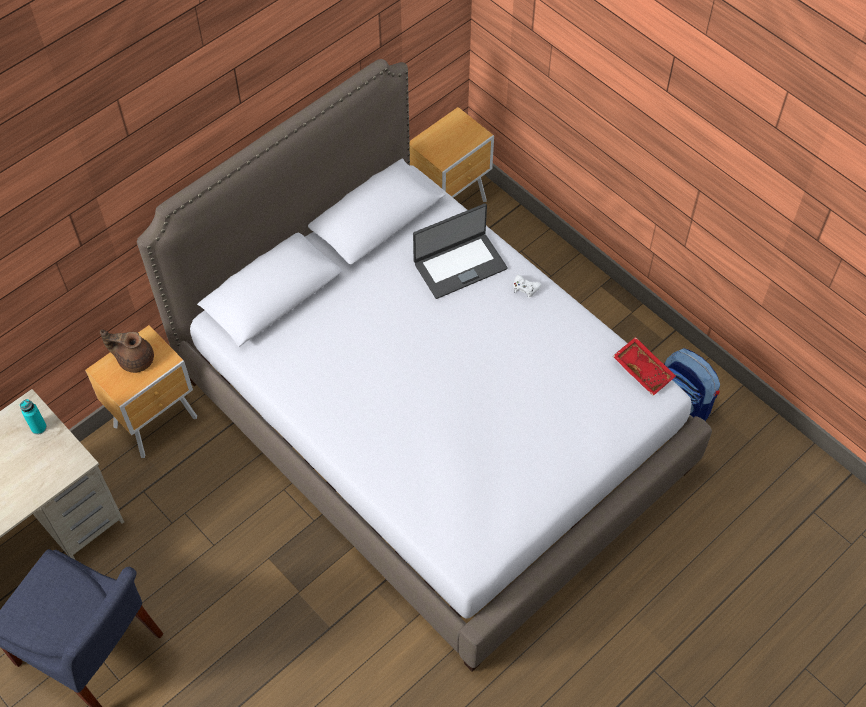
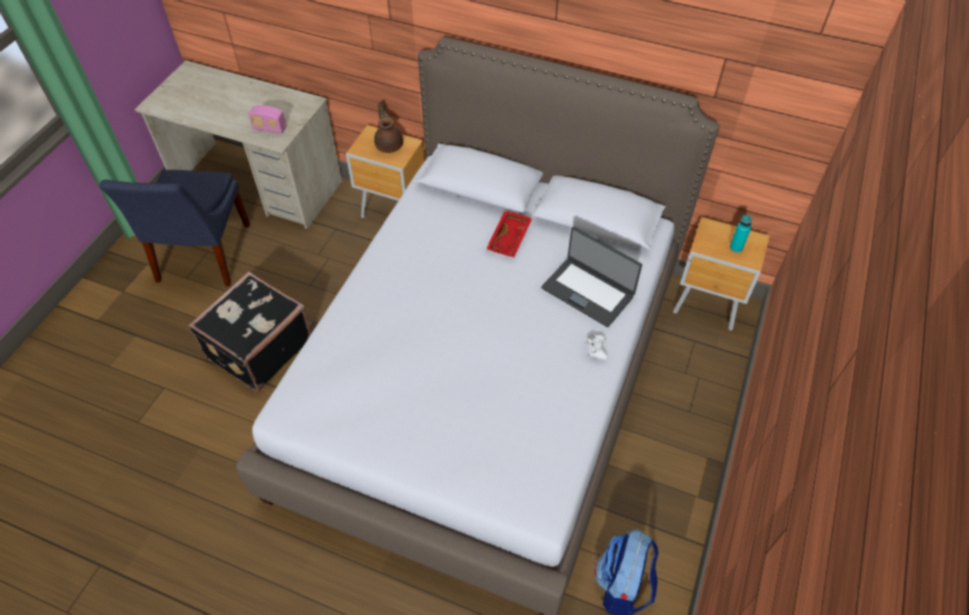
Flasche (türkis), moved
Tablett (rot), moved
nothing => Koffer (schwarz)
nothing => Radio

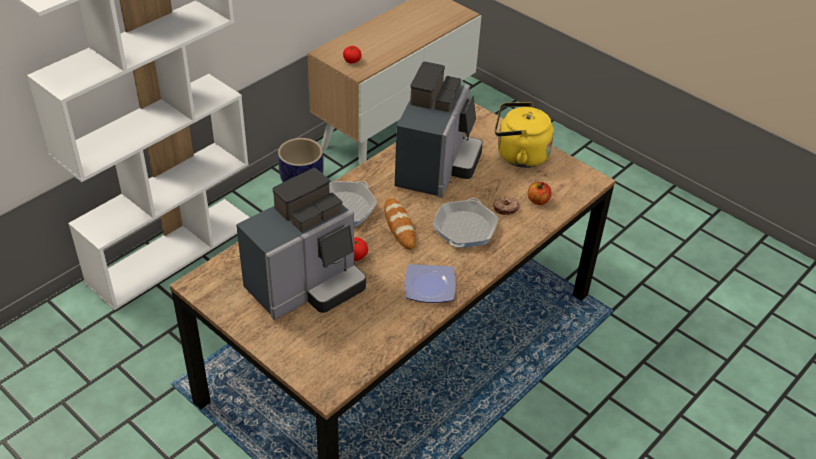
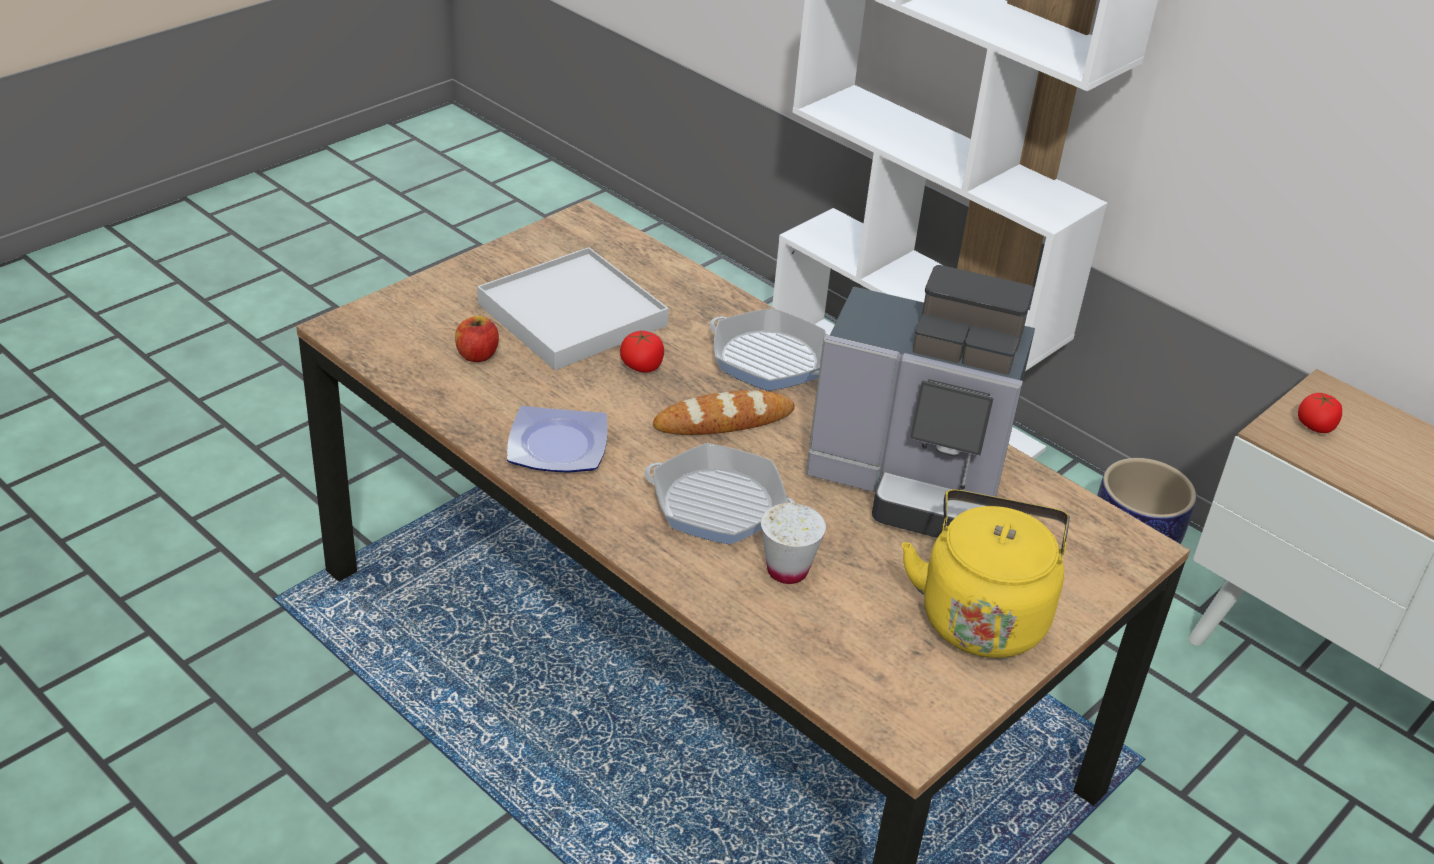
Kaffeemaschine (1st from left) => Tablett (weiß)
Donut => Tasse (weiß)
Apfel, moved

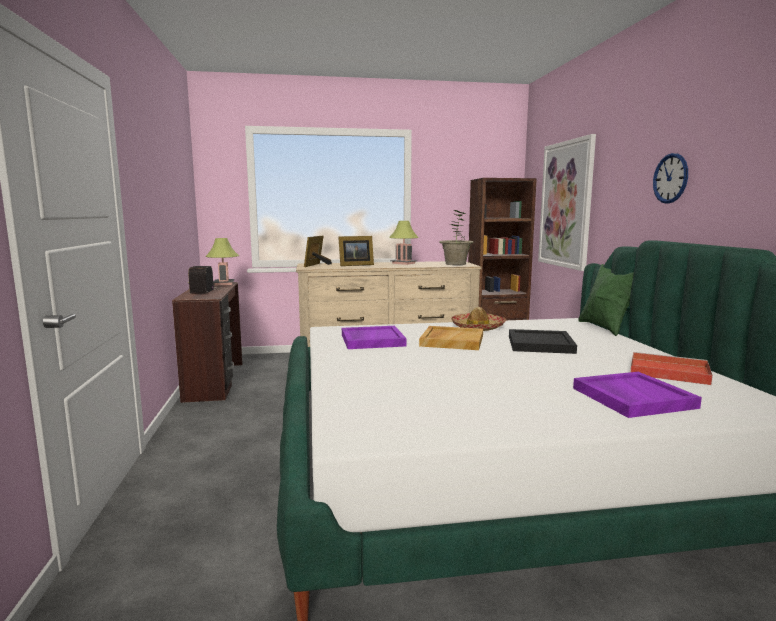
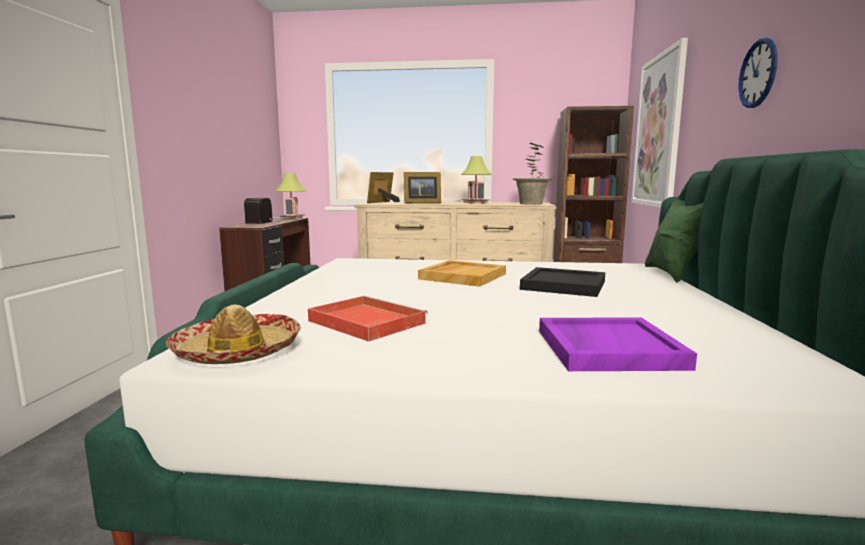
Tablett (lila) (1st from left) => nothing
Hut, moved
Tablett (rot), moved

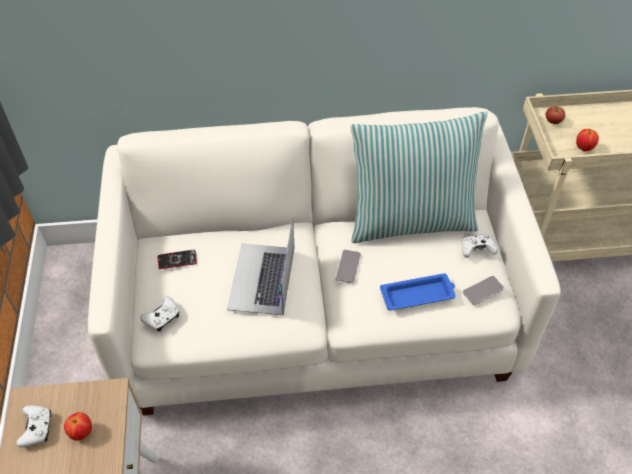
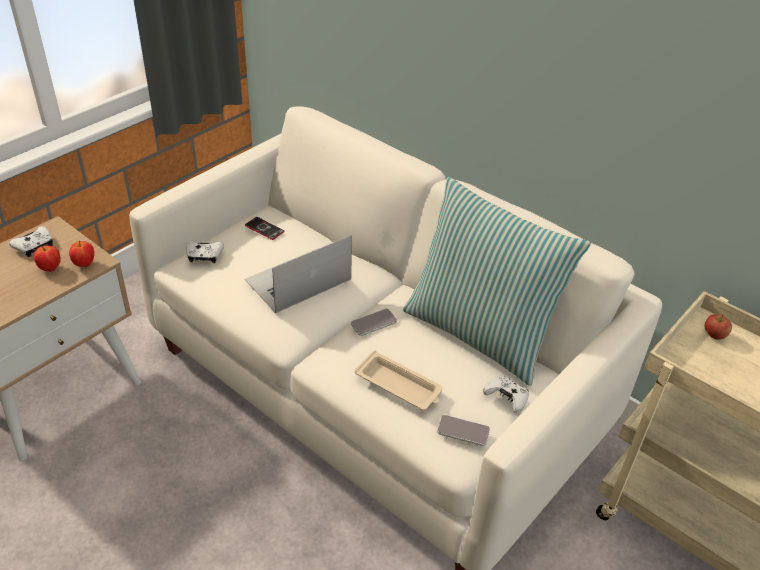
Tablett (blau) => Tablett (beige)
Apfel (3rd from left in the first image) => Apfel (2nd from left), moved

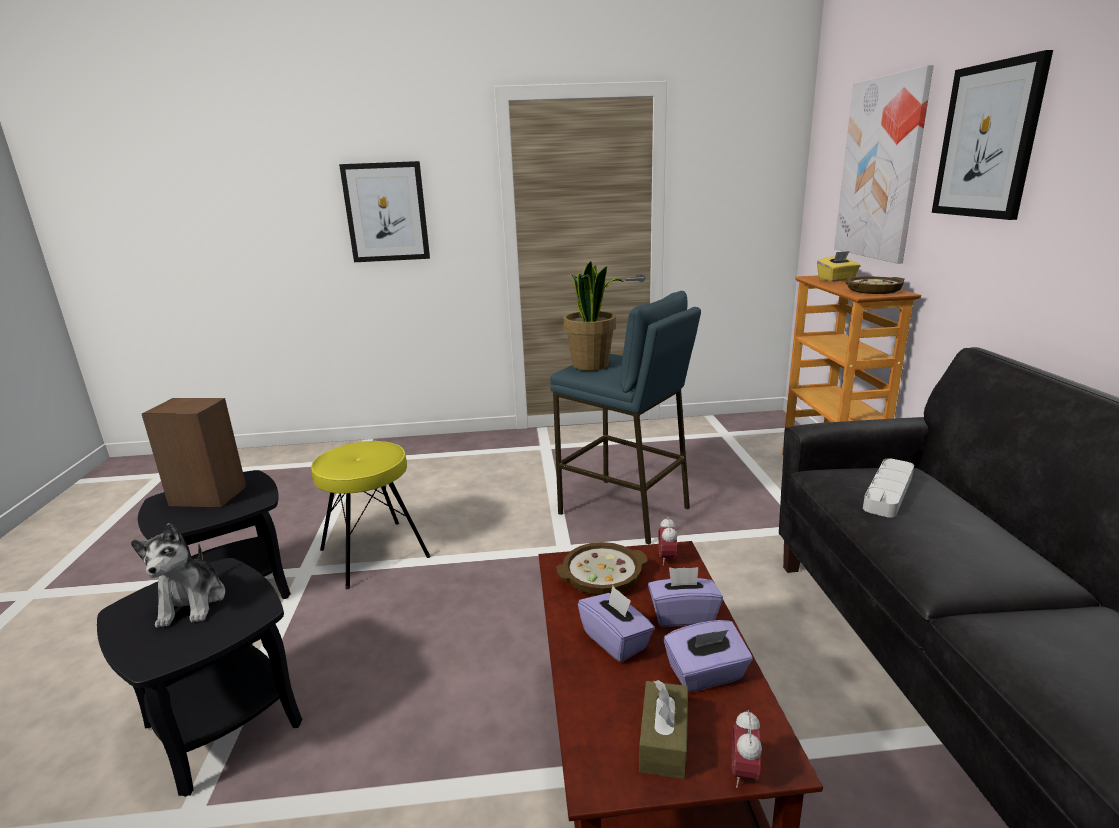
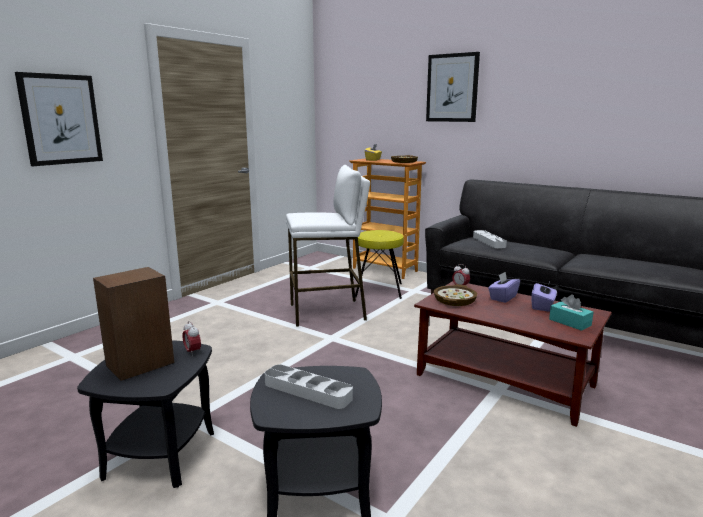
Plüschtier => Tablett (grau) (1st from left)
Hocker (gelb), moved
Hocker (blau) => Hocker (weiß)
Topfpflanze => nothing
Taschentuchbox (lila) (1st from left) => nothing
Taschentuchbox (braun) => Taschentuchbox (türkis)
Wecker (2nd from left in the first image) => Wecker (1st from left), moved
Bild (2nd from left) => nothing

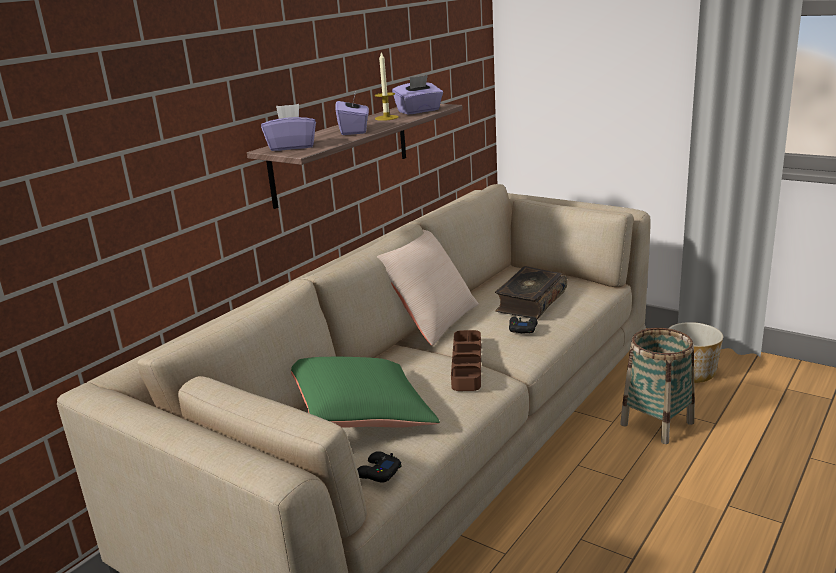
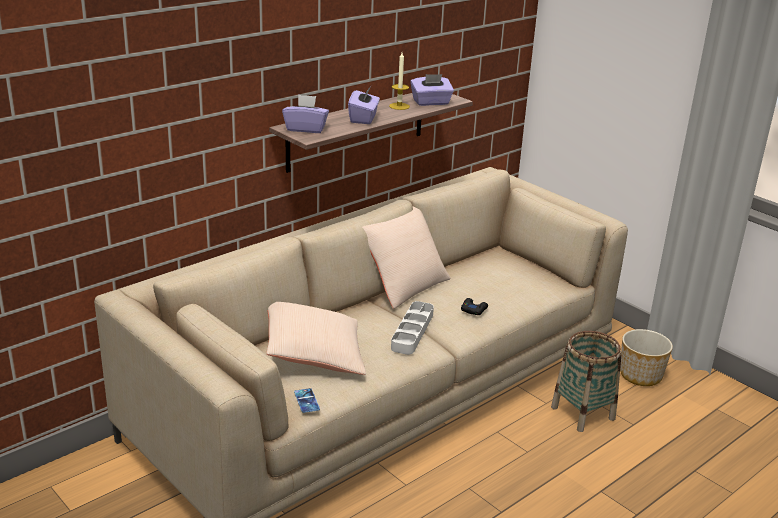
Kissen (grün) => Kissen (beige) (1st from left)
Gamepad (schwarz) (1st from left) => Handy
Tablett (braun) => Tablett (grau)
Buch => nothing

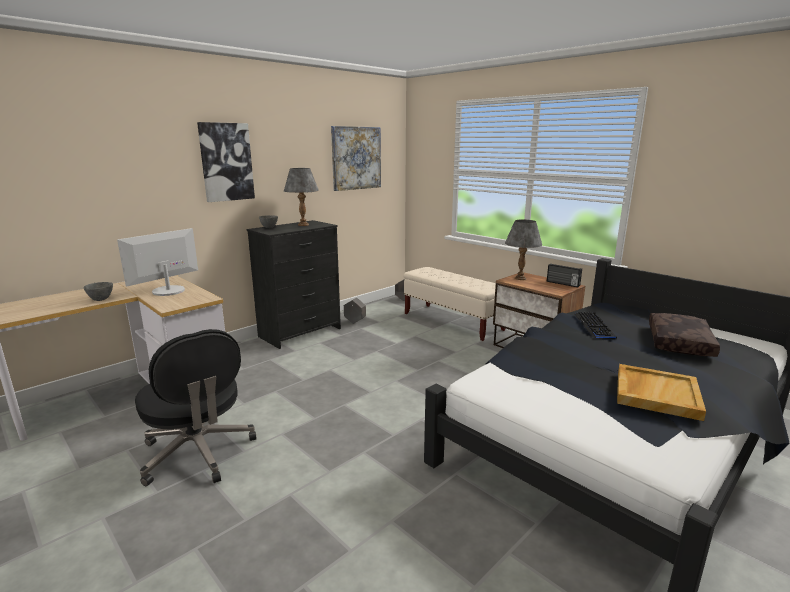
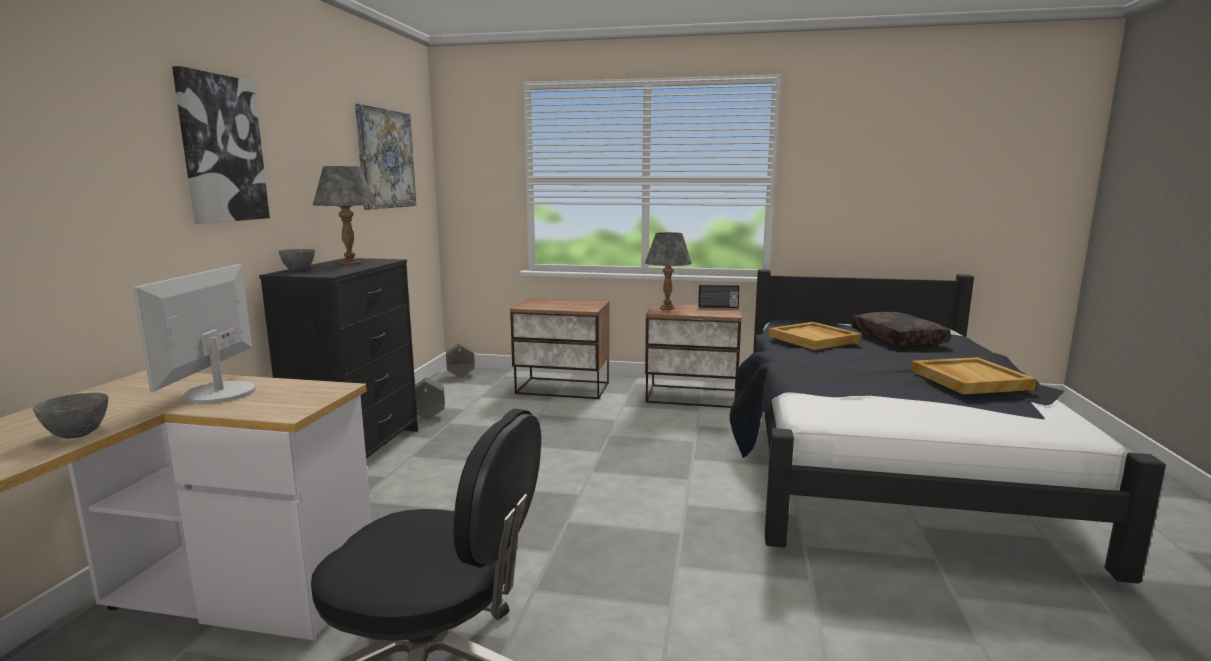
Bank (beige) => Nachttisch (1st from left)
Tastatur => Tablett (beige) (1st from left)

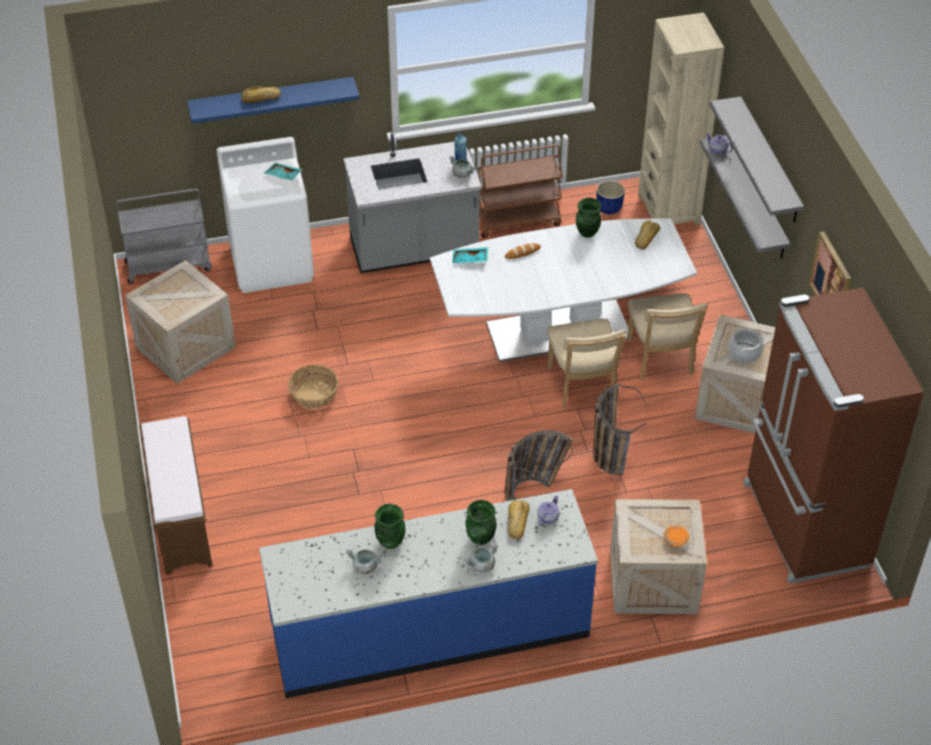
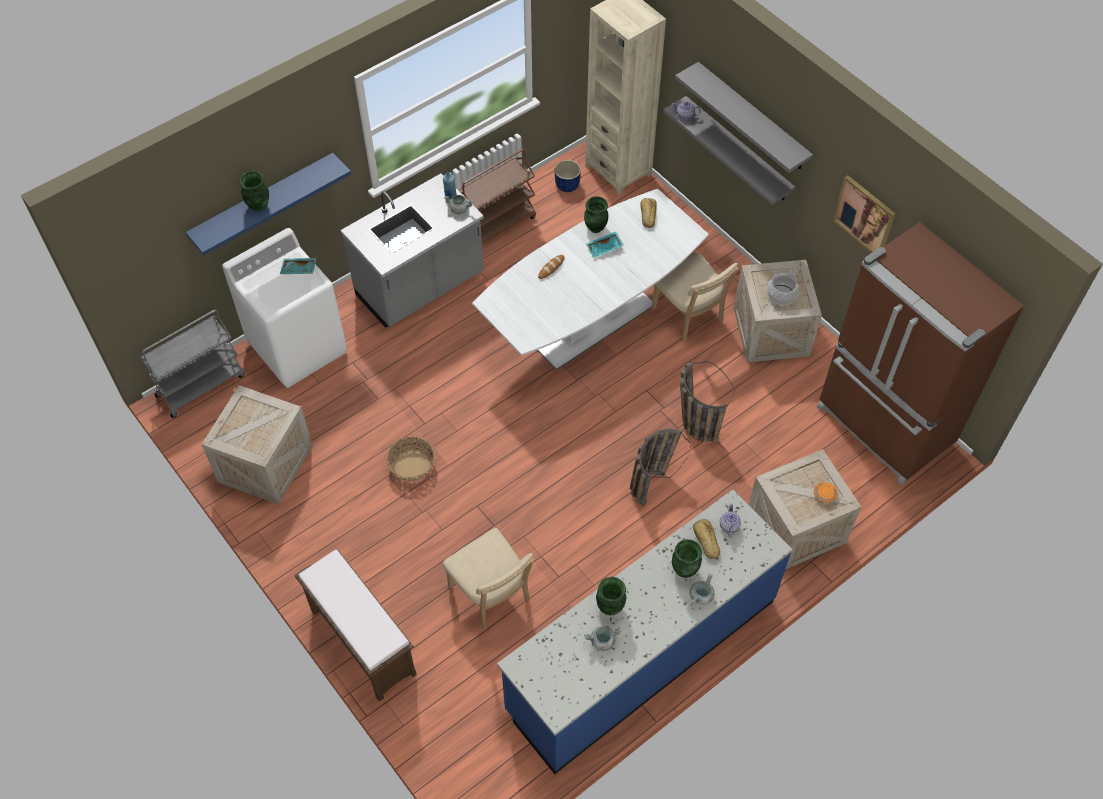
Brot (1st from left) => Vase (grün) (1st from left)
Tablett (türkis) (2nd from left), moved
Stuhl (beige) (1st from left), moved

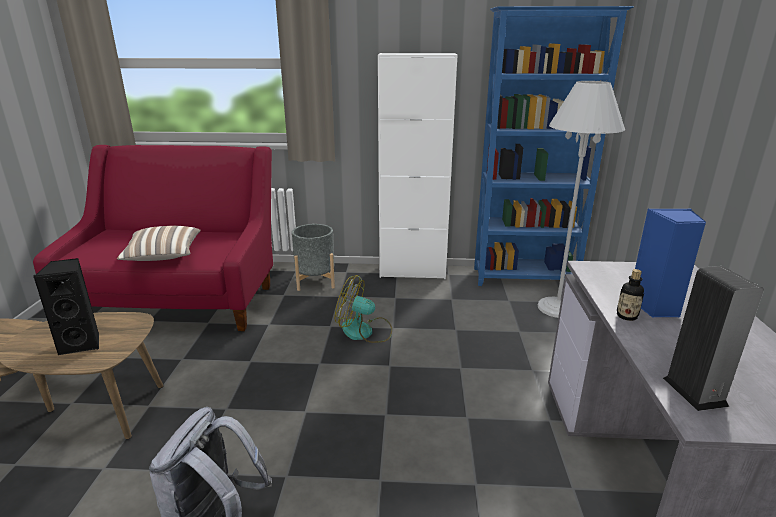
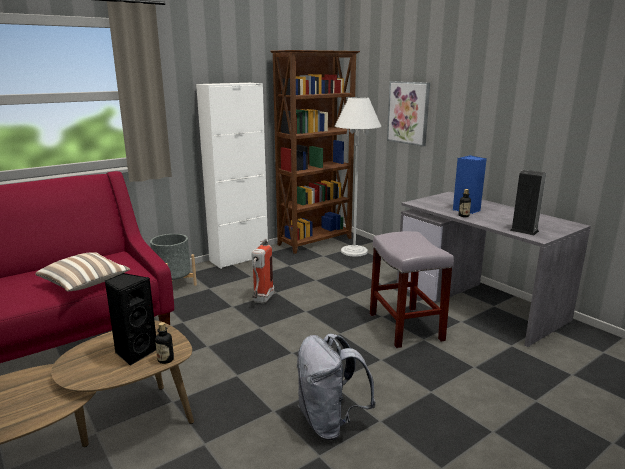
Ventilator => Feuerlöscher
Bücherregal (blau) => Bücherregal (braun)
nothing => Flasche (1st from left)
nothing => Hocker (grau)
nothing => Bild

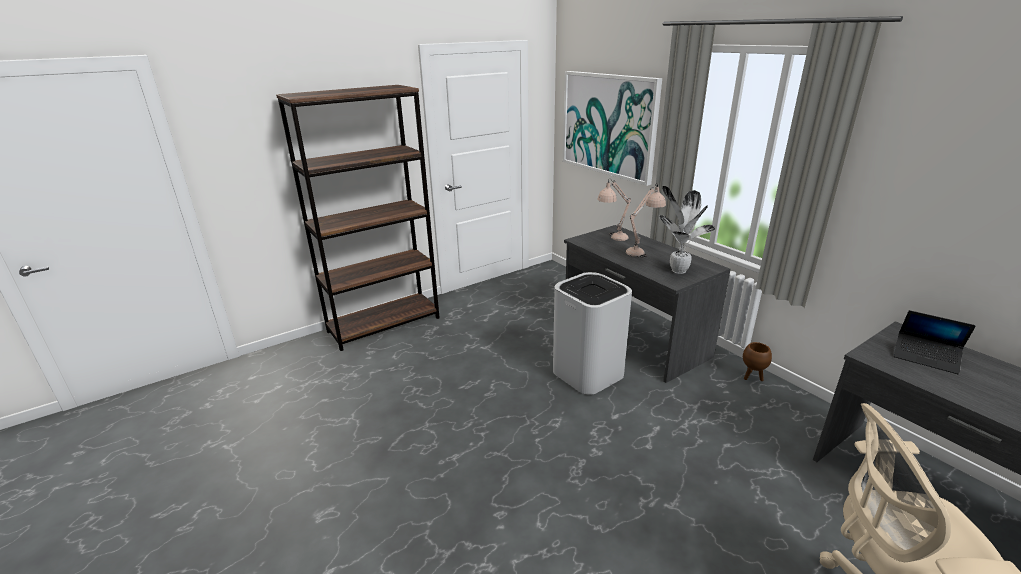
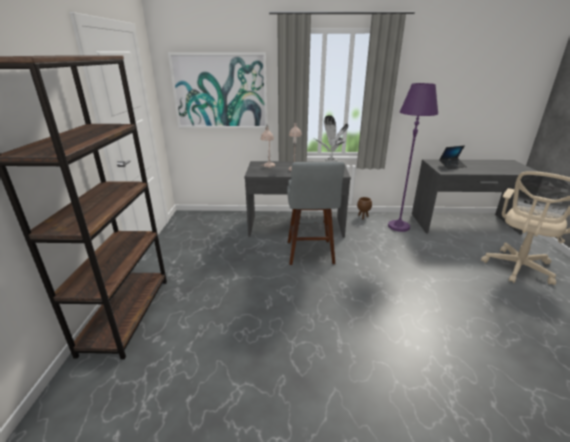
Mülleimer (weiß) => Hocker (grau)
nothing => Stehlampe (lila)

